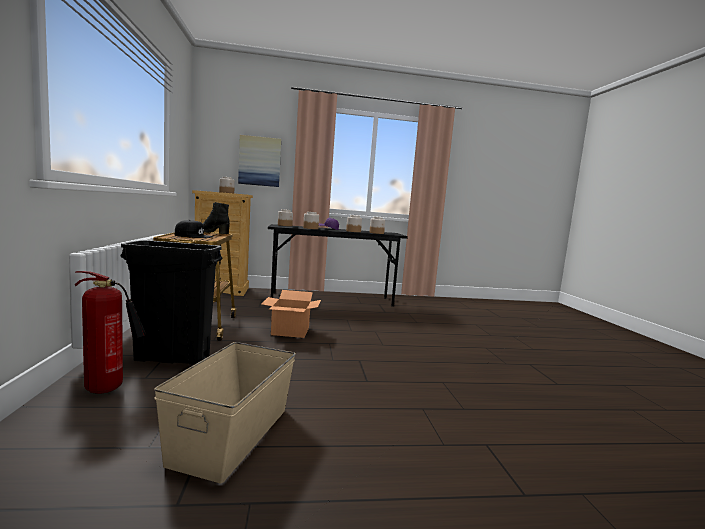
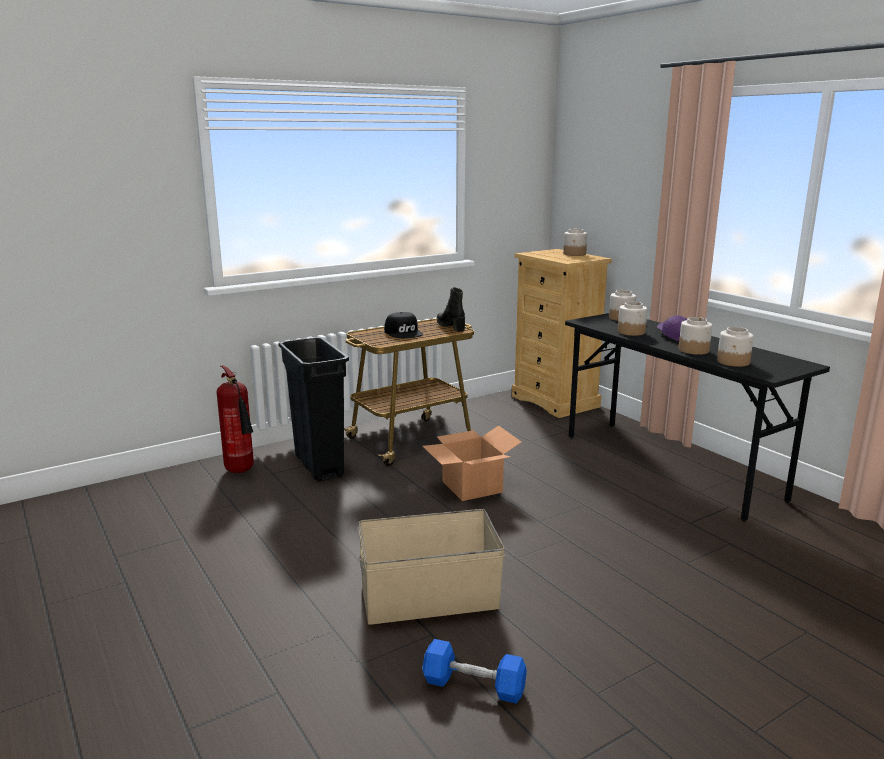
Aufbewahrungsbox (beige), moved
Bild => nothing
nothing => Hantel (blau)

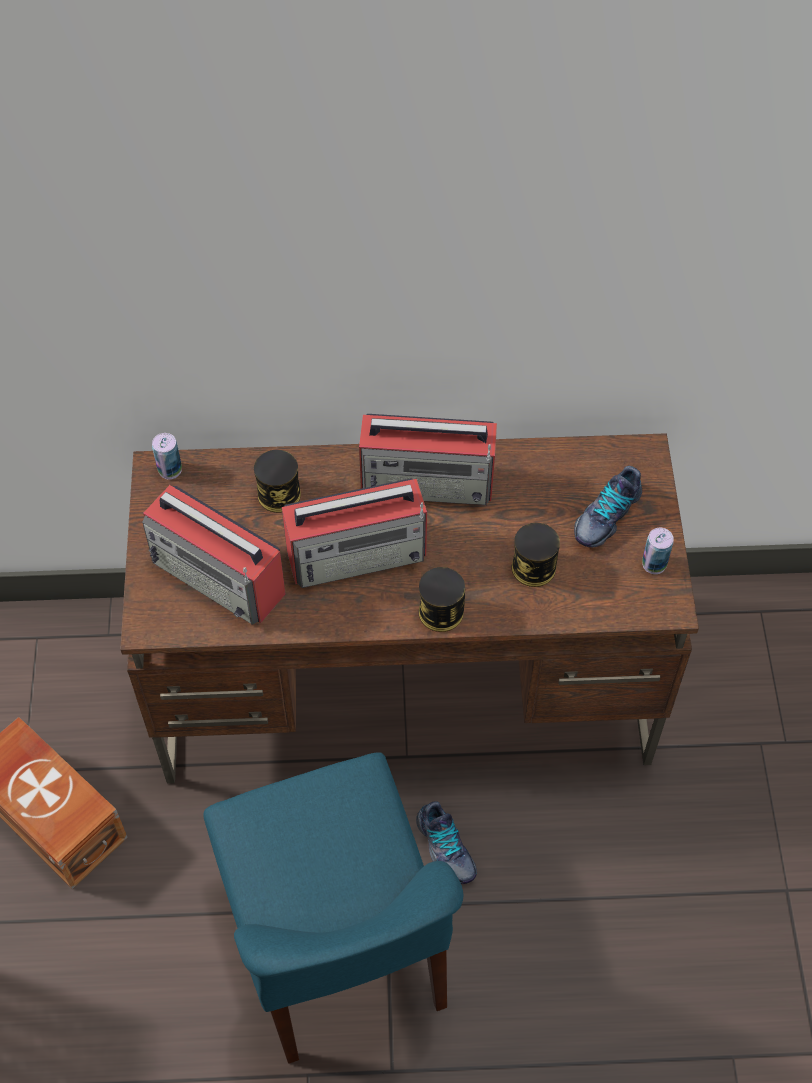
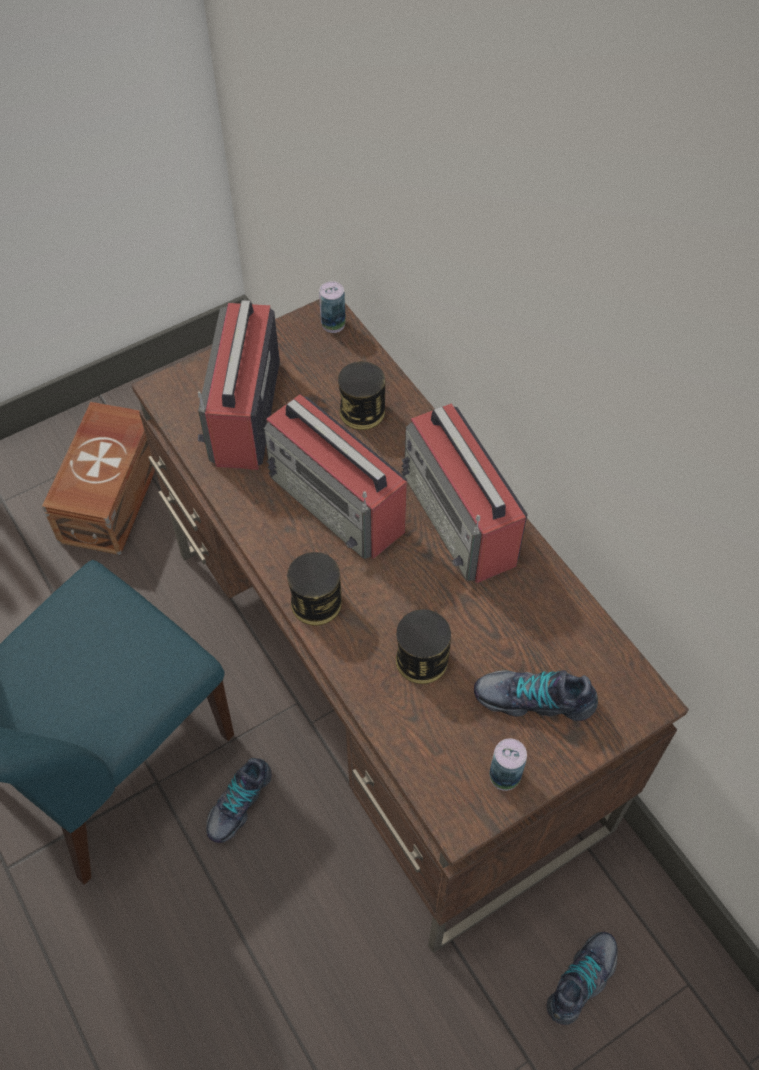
nothing => Schuh (3rd from left)

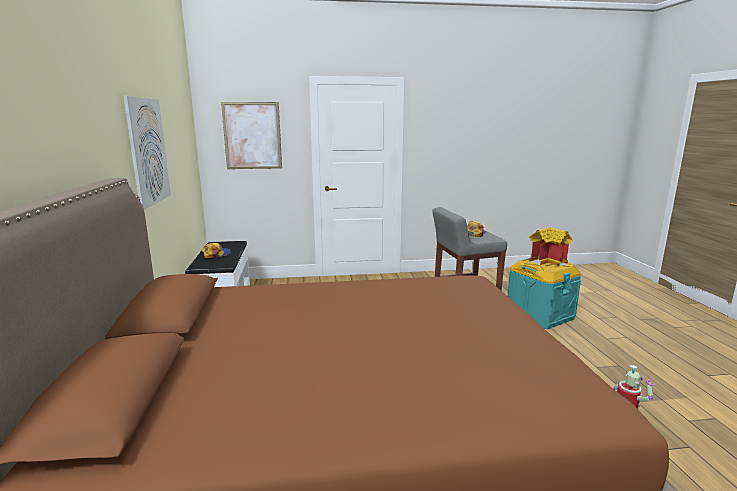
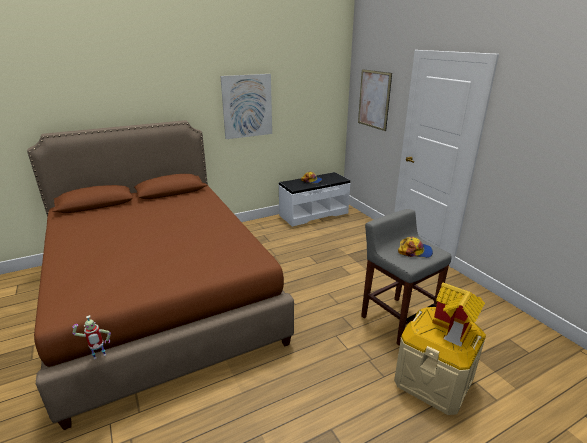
Aufbewahrungsbox (türkis) => Aufbewahrungsbox (beige)

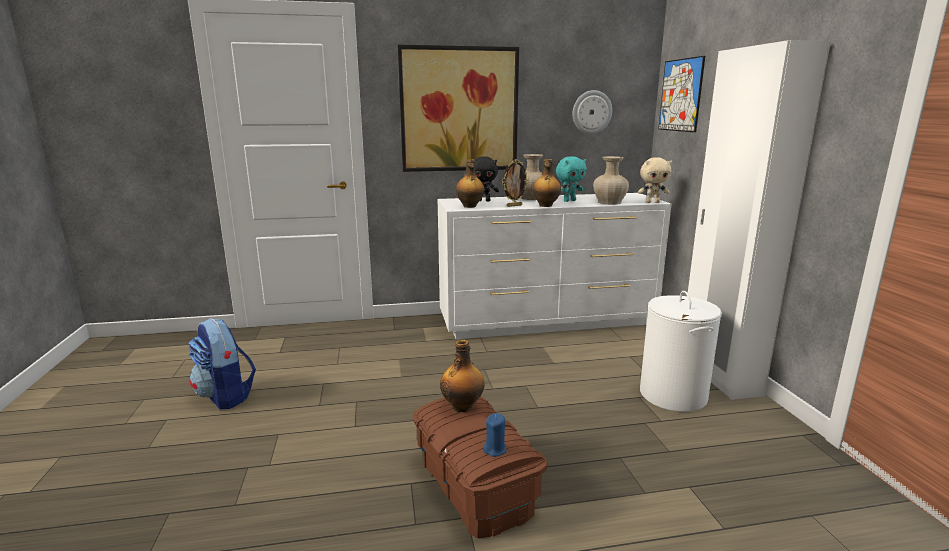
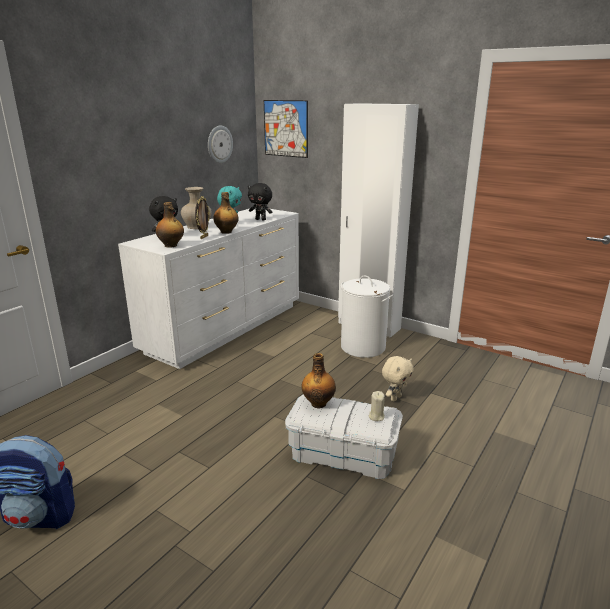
Bild (1st from left) => nothing
Aufbewahrungsbox (braun) => Aufbewahrungsbox (weiß)
Kerze (blau) => Kerze (beige)
Vase (beige) (2nd from left) => Plüschtier (schwarz) (2nd from left)
Plüschtier (beige), moved

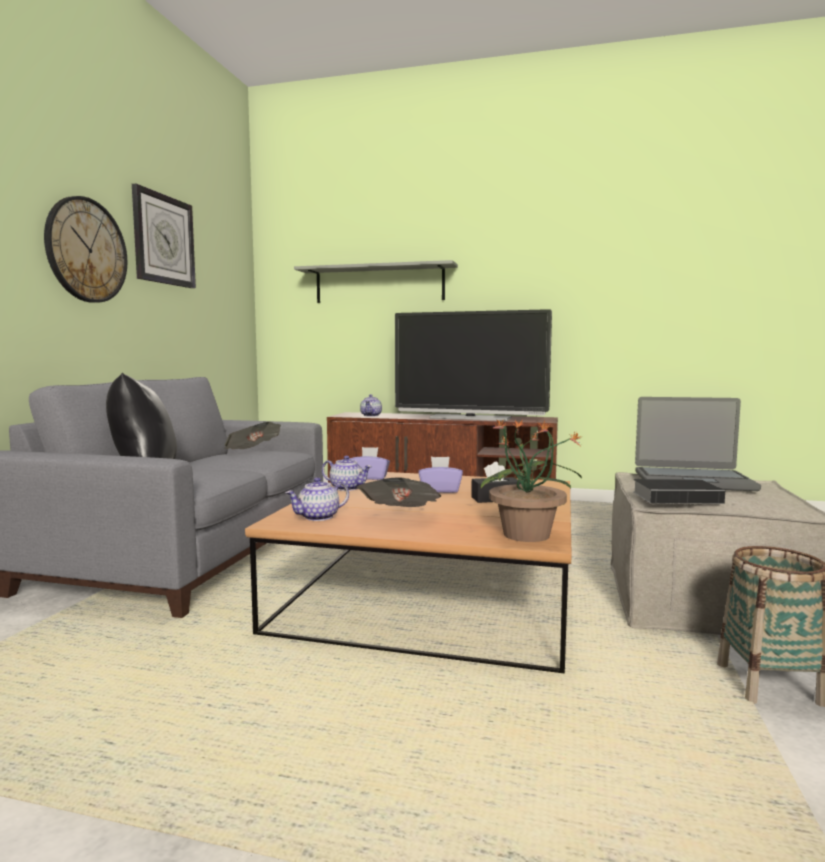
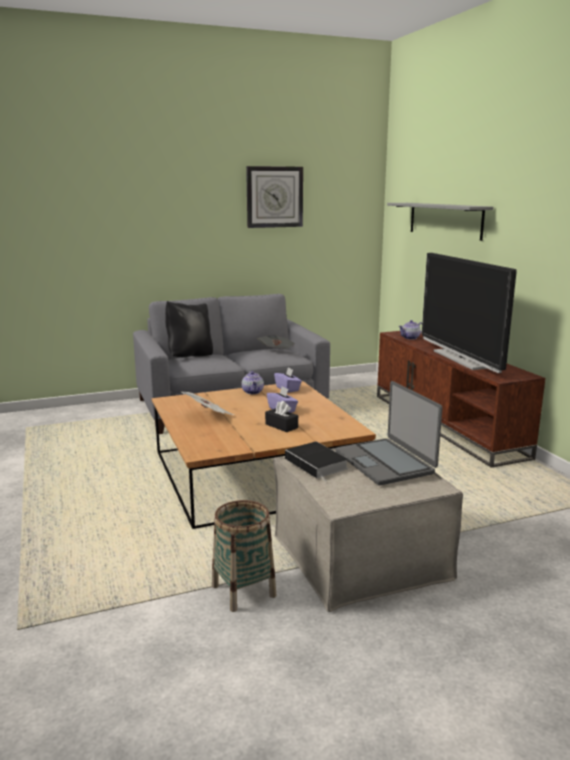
Wanduhr (1st from left) => nothing
Teekanne (1st from left) => nothing
Topfpflanze => nothing

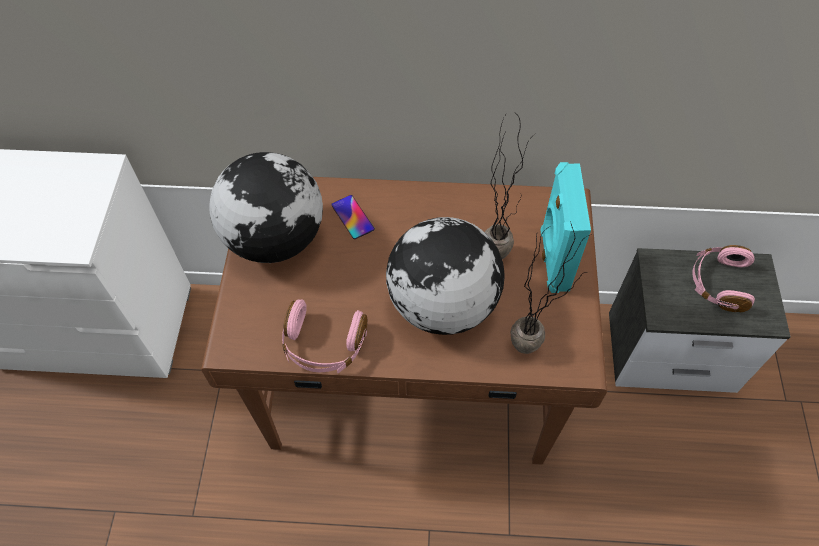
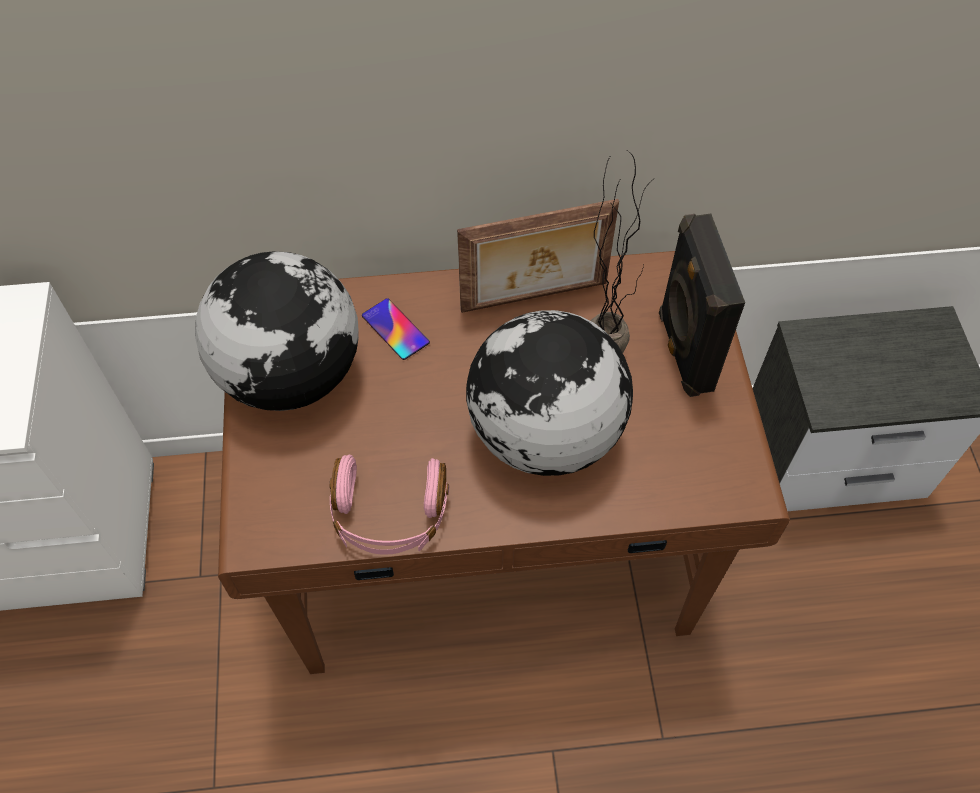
Topfpflanze (2nd from left) => nothing
Lautsprecher (türkis) => Lautsprecher (schwarz)
Kopfhörer (rosa) (2nd from left) => nothing
nothing => Bilderrahmen

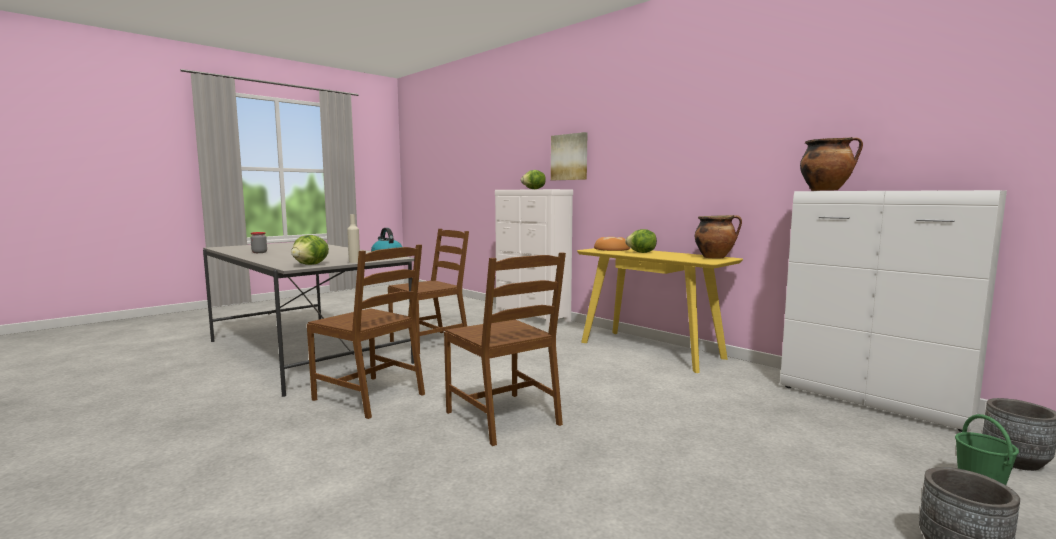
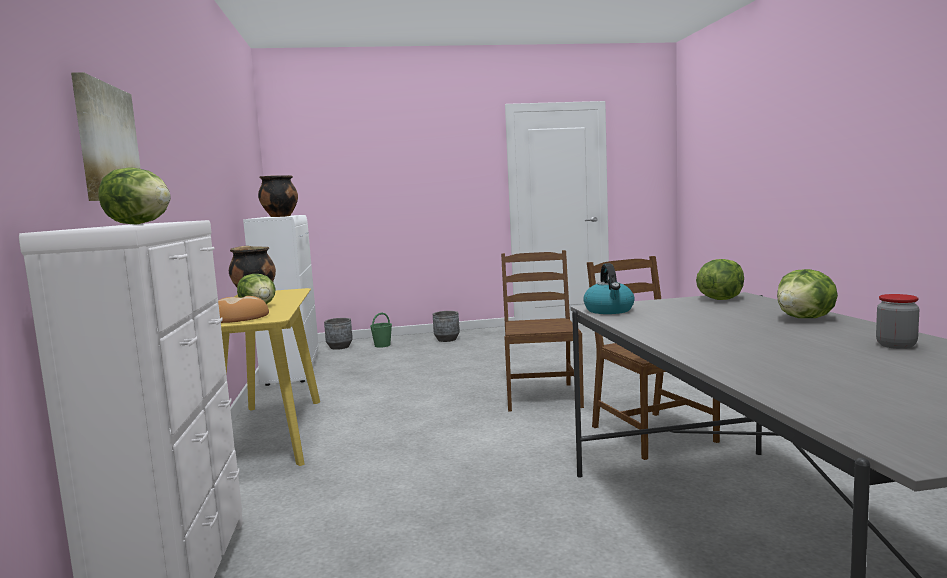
Flasche (beige) => nothing
Stuhl (braun) (2nd from left) => nothing
nothing => Salatkopf (4th from left)

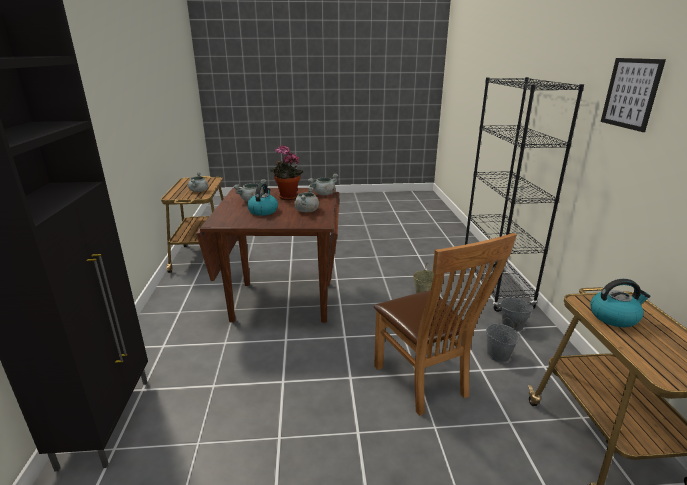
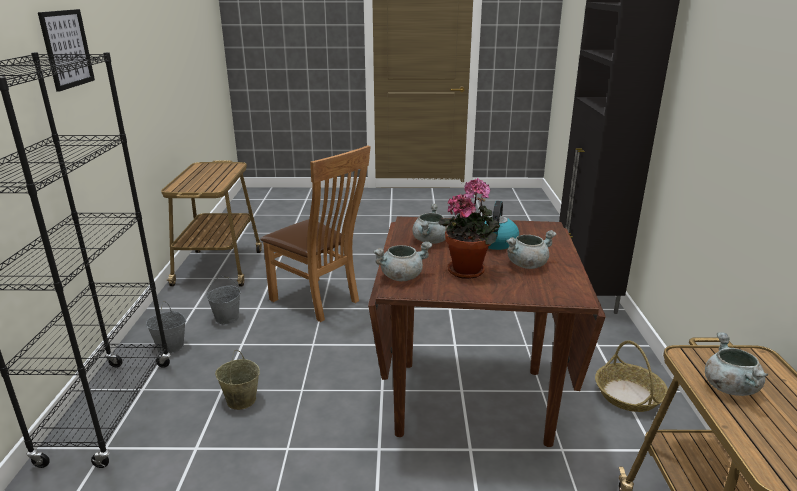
Stuhl (braun), 150 degrees clockwise
Wasserkessel (2nd from left) => nothing
nothing => Korb

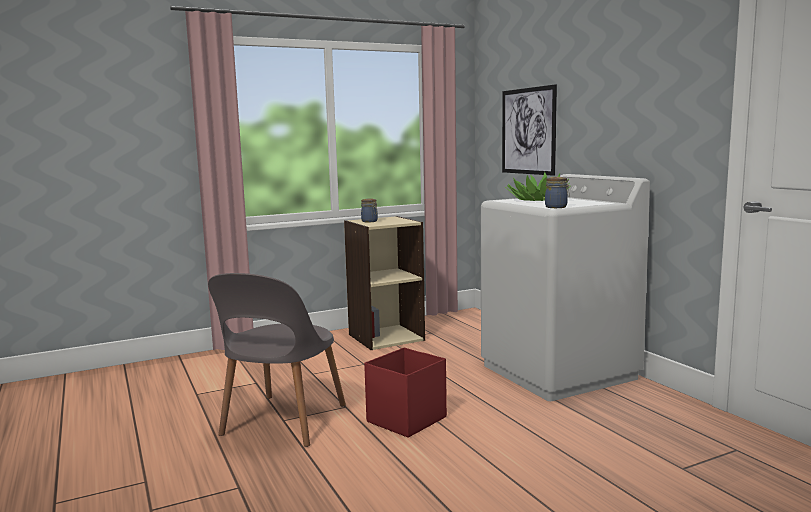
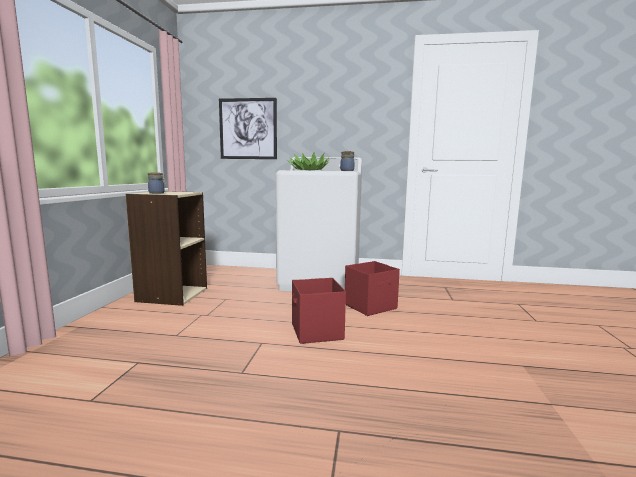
Stuhl (grau) => nothing
nothing => Aufbewahrungsbox (rot) (2nd from left)

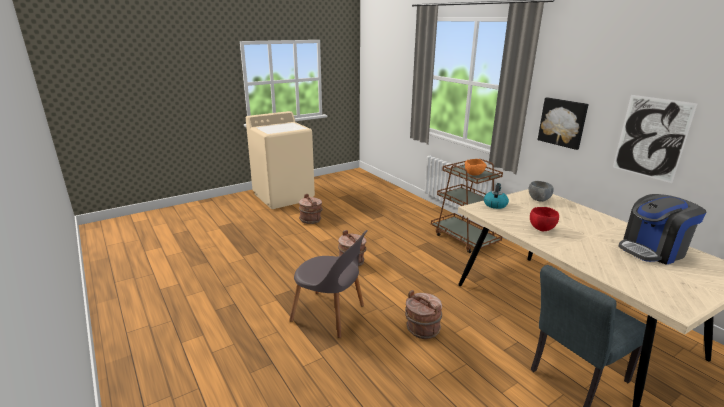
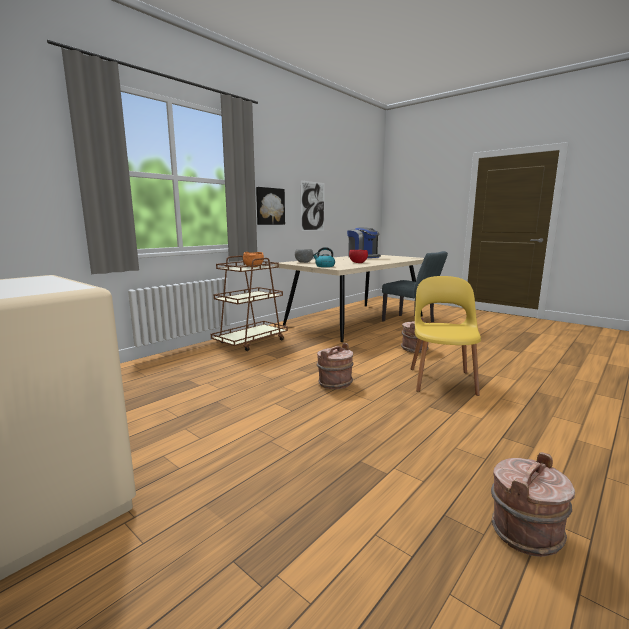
Stuhl (grau) (1st from left) => Stuhl (gelb)
Eimer (braun) (1st from left in the first image) => Eimer (braun) (3rd from left), moved

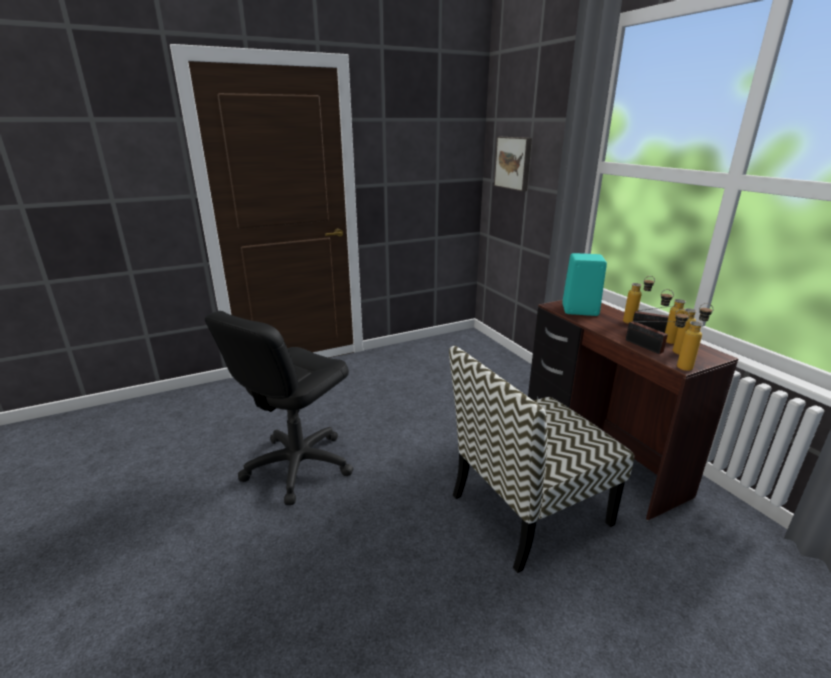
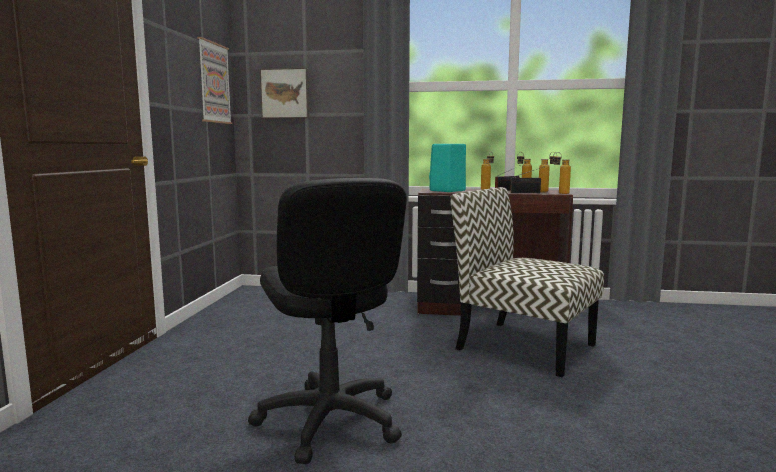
Stuhl, 120 degrees clockwise
nothing => Bild (1st from left)

